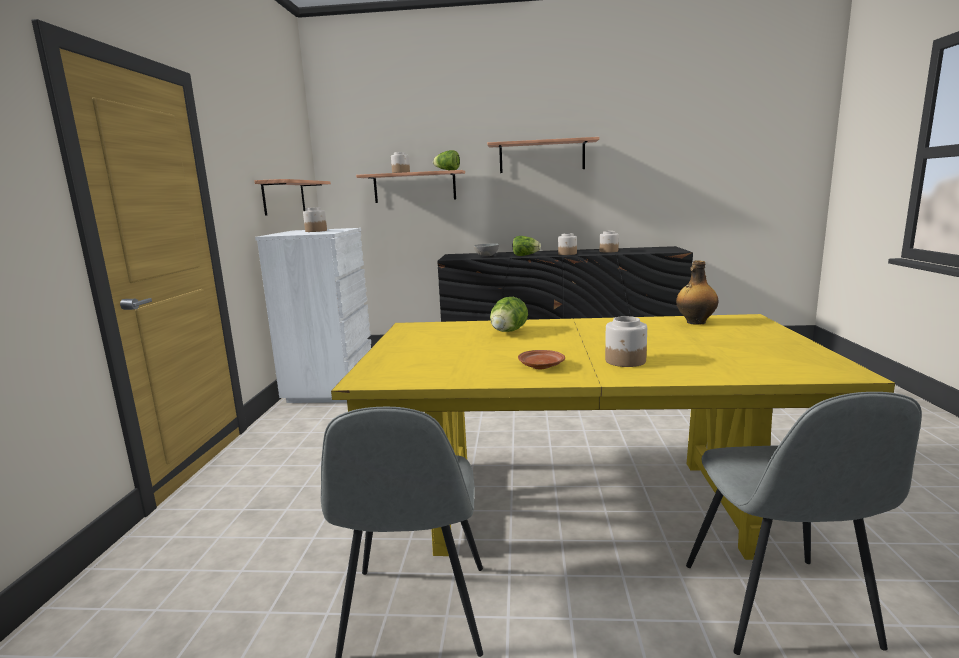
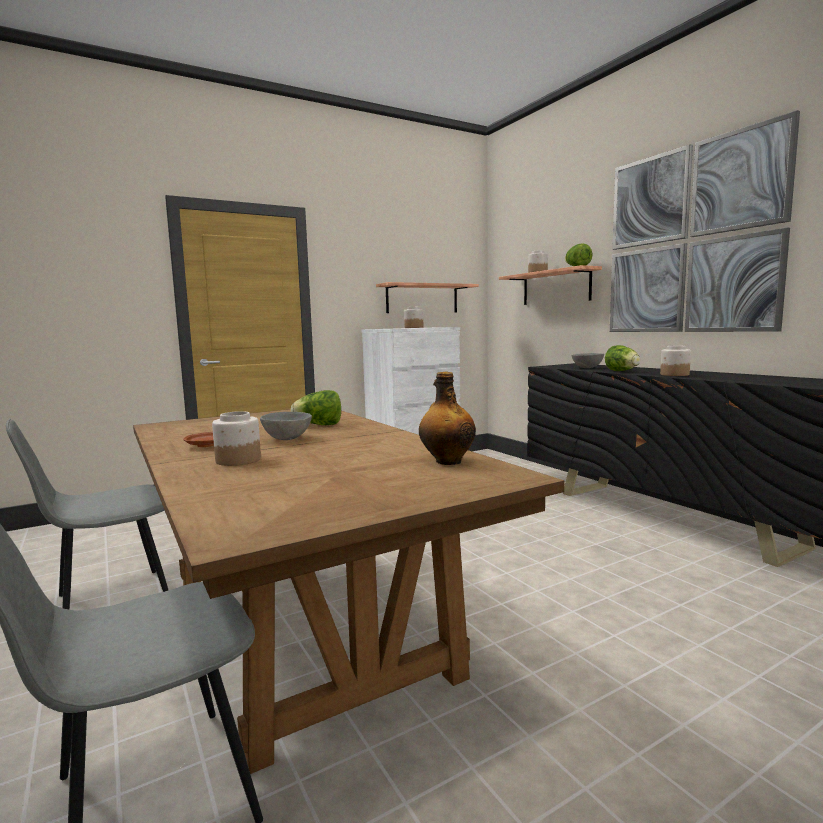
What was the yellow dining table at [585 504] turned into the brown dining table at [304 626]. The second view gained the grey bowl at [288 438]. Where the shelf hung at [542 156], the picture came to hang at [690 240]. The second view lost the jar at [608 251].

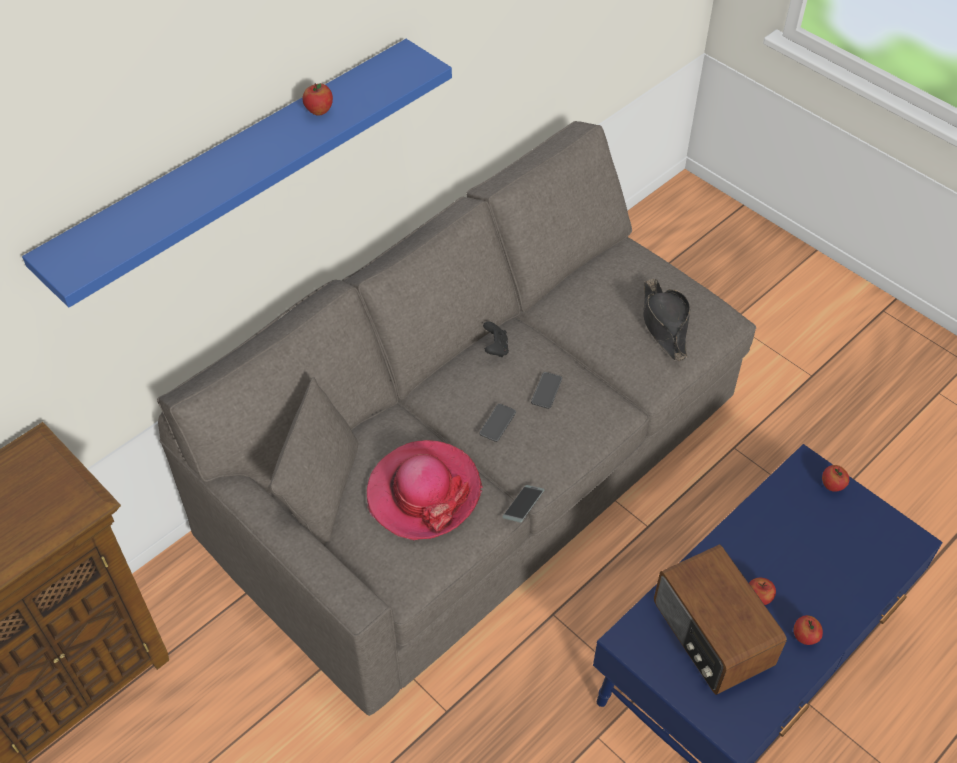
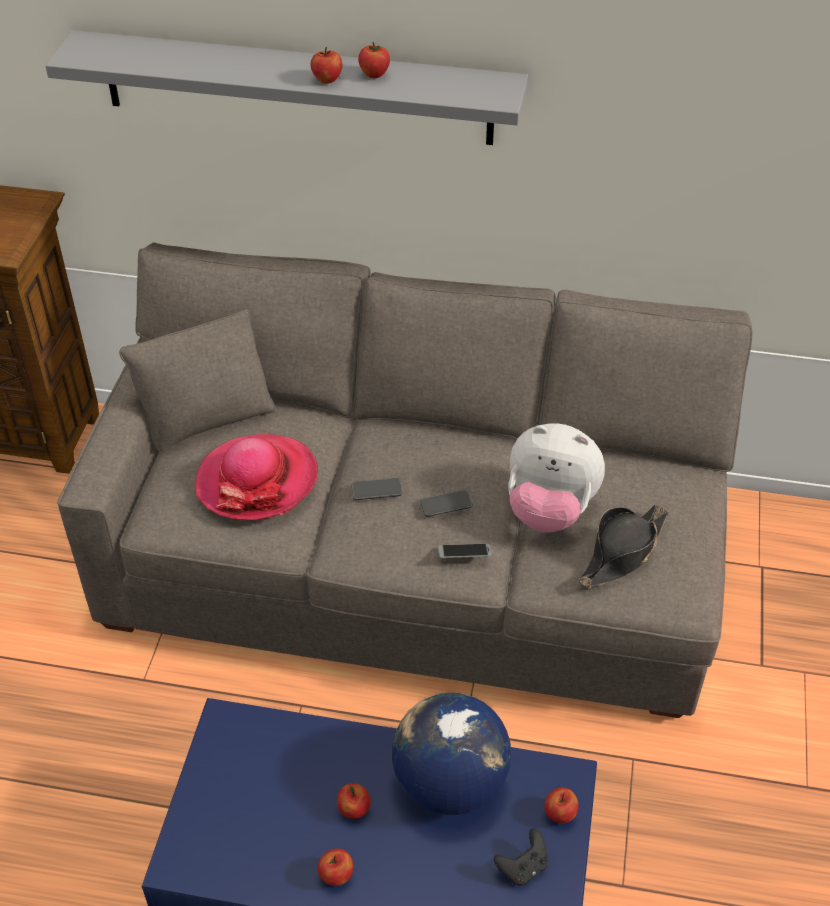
What was the blue shelf at [237 169] turned into the grey shelf at [297 88]. The second view gained the apple at [327 80]. The second view gained the globe at [449 783]. The phone ended up elsewhere, having gone from [523 506] to [464 554]. The black game controller ended up elsewhere, having gone from [495 348] to [523 867]. The second view gained the plush toy at [549 510]. The second view lost the radio at [711 635].

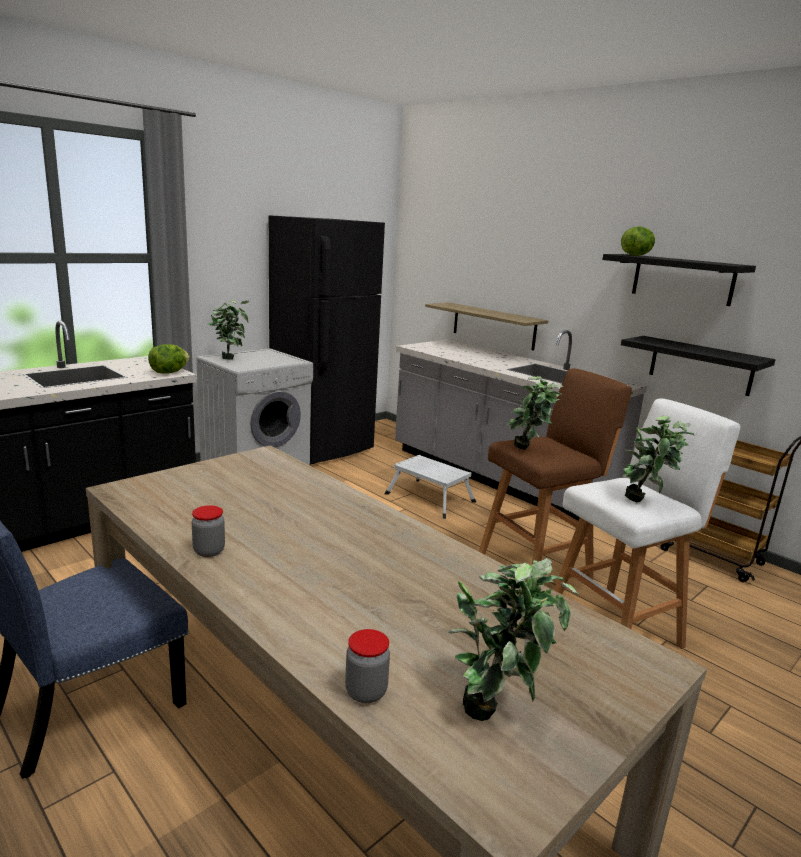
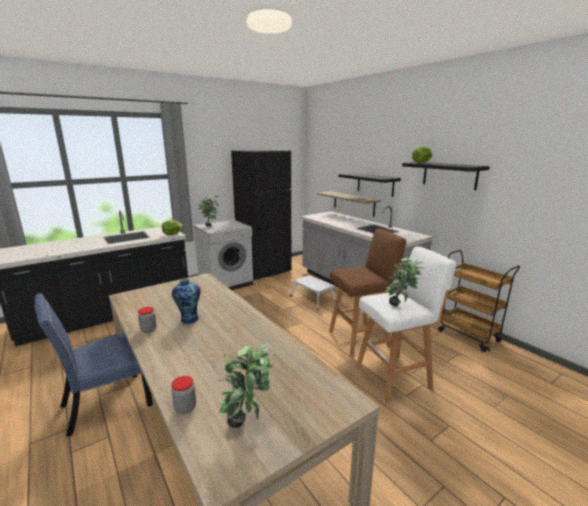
The second view gained the vase at [189 319]. The black shelf ended up elsewhere, having gone from [700 365] to [375 184]. The second view lost the potted plant at [529 450].

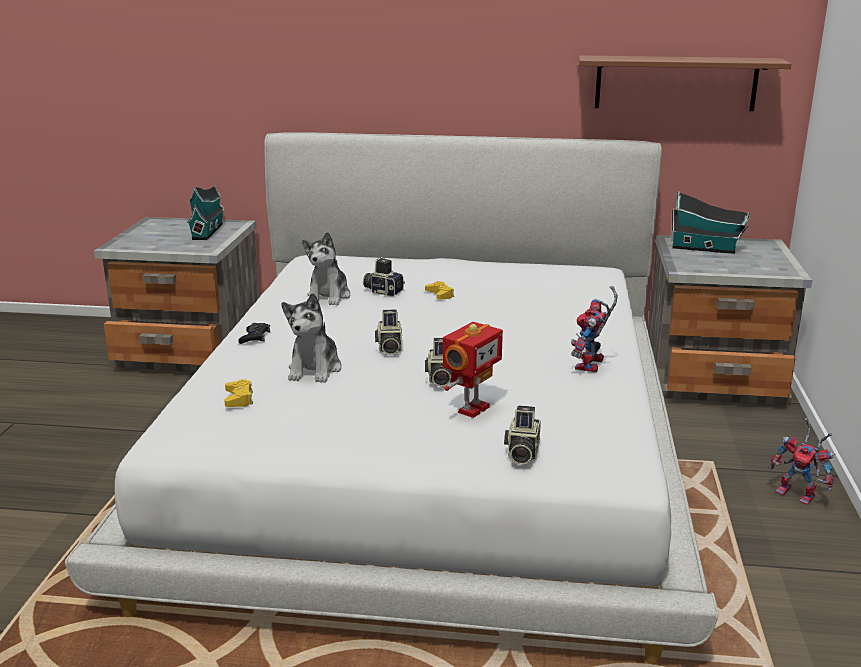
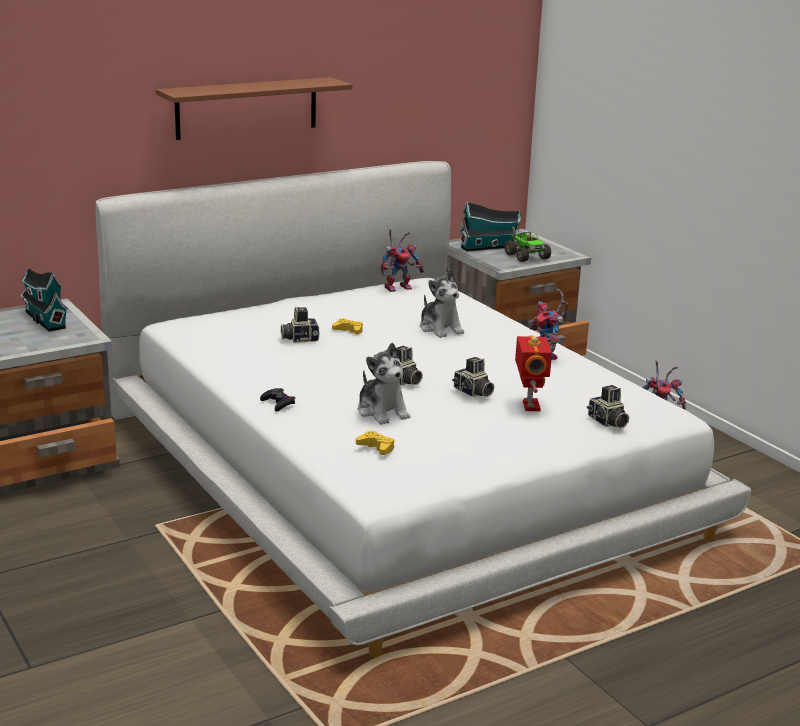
The brown shelf ended up elsewhere, having gone from [675 83] to [247 108]. The second view gained the toy robot at [399 287]. The plush toy ended up elsewhere, having gone from [328 296] to [440 328]. The second view gained the toy truck at [526 256].

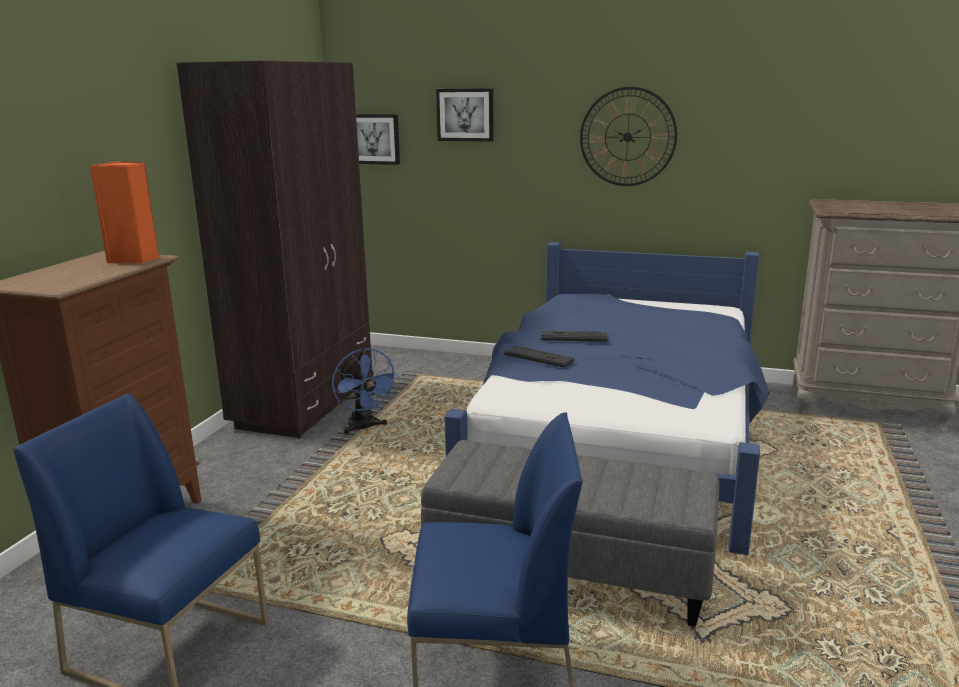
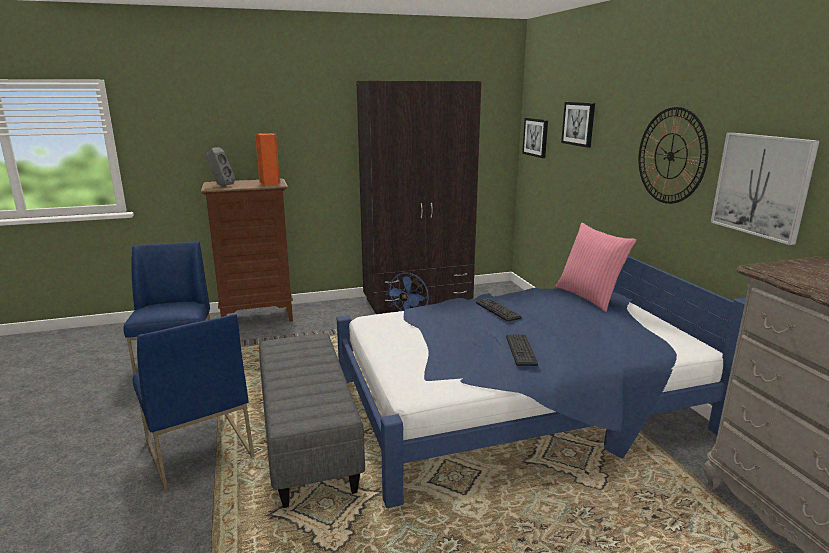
The second view gained the grey speaker at [221 185]. The keyboard ended up elsewhere, having gone from [538 357] to [521 350]. The second view gained the pink pillow at [589 297]. The second view gained the picture at [762 185].

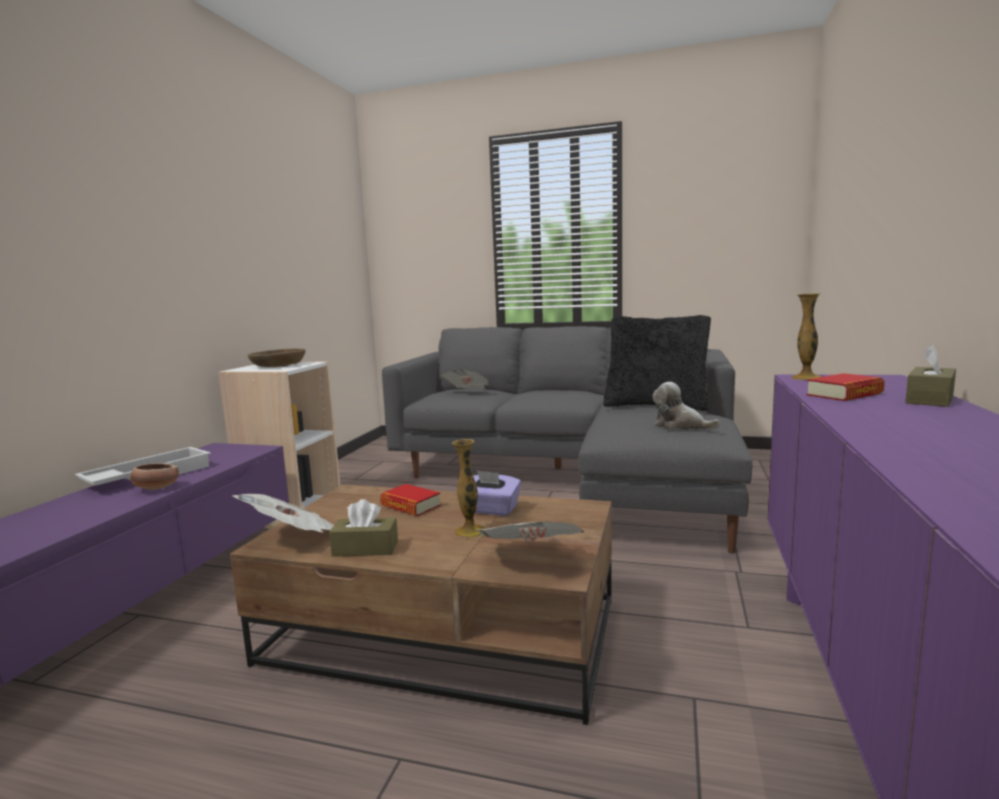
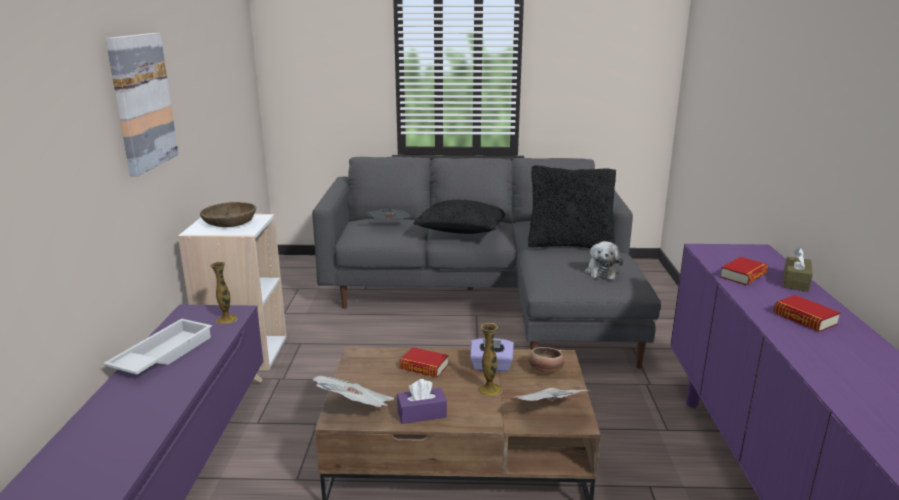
The second view gained the picture at [141 102]. The vase ended up elsewhere, having gone from [806 378] to [227 319]. What was the brown tissue box at [365 548] turned into the purple tissue box at [421 413]. The second view gained the black pillow at [462 231]. The bowl ended up elsewhere, having gone from [155 488] to [545 370]. The plush toy at [680 426] ended up facing another way, 105 degrees counterclockwise from before. The second view gained the book at [804 318].

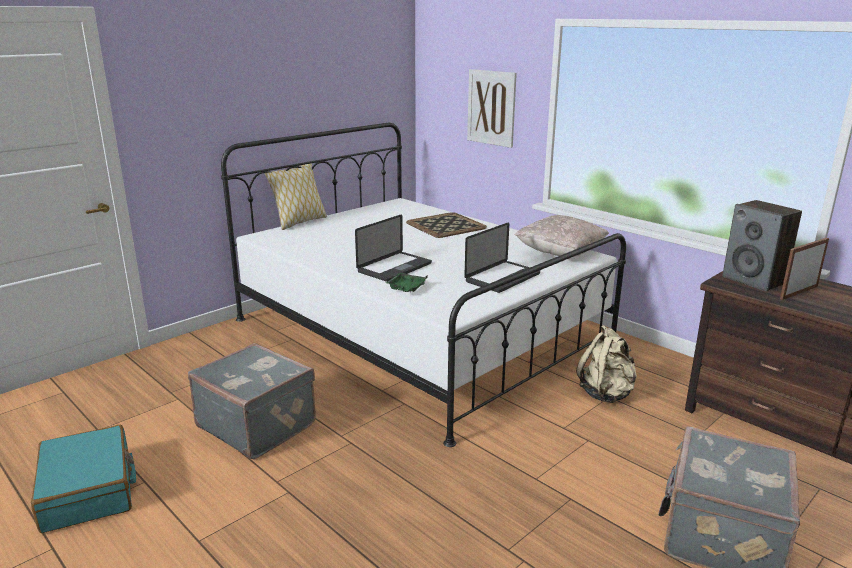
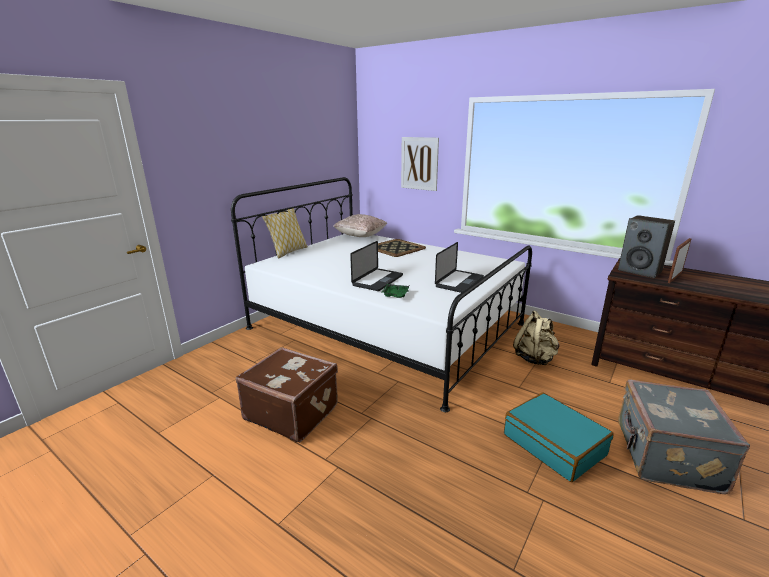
What was the grey suitcase at [258 425] turned into the brown suitcase at [292 412]. The beige pillow ended up elsewhere, having gone from [560 253] to [360 236]. The turquoise suitcase ended up elsewhere, having gone from [88 490] to [554 444].

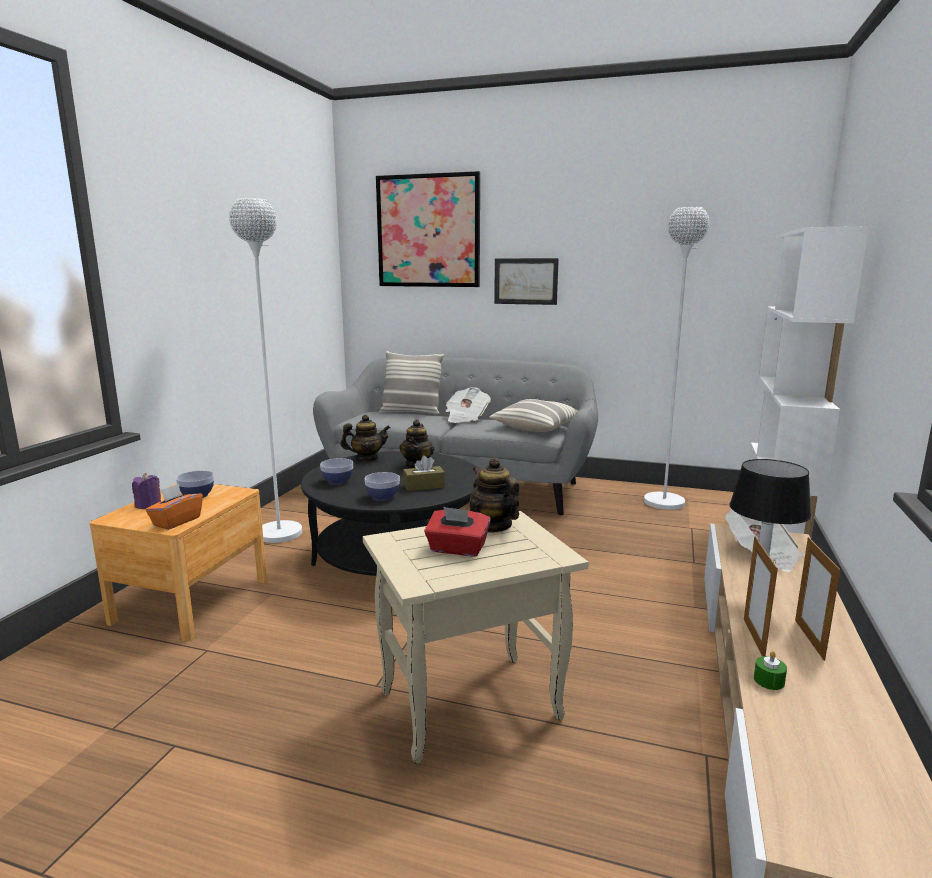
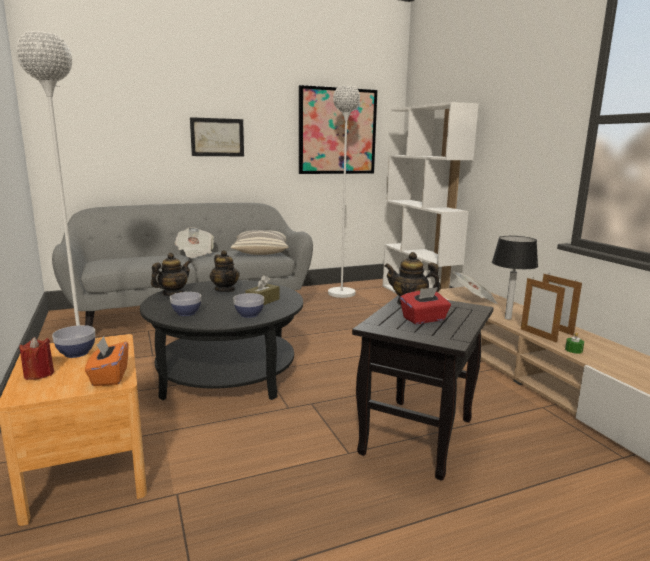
What was the purple candle at [149 505] turned into the red candle at [39 374]. The picture ended up elsewhere, having gone from [428 231] to [337 131]. What was the beige side table at [467 707] turned into the black side table at [418 438]. The second view lost the pillow at [411 412].

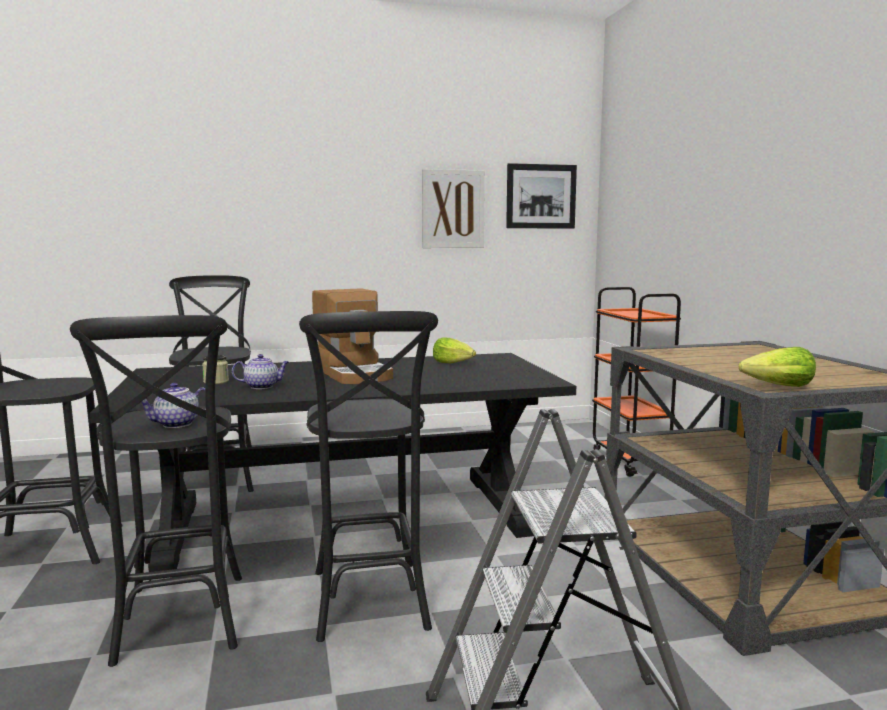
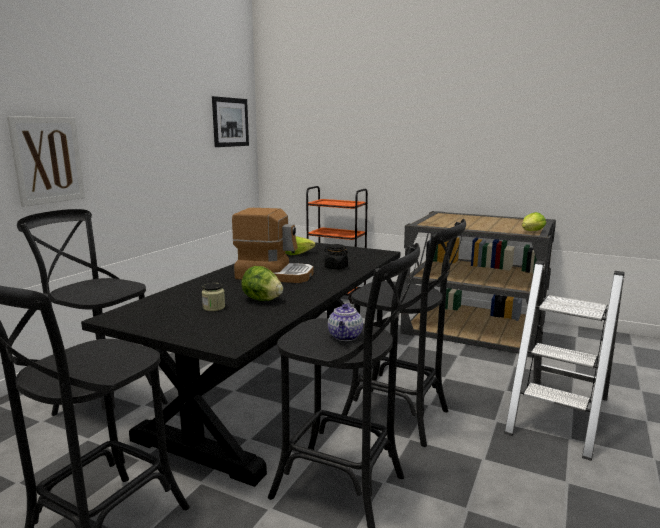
The picture ended up elsewhere, having gone from [453 209] to [48 160]. Where the teapot stood at [262 386], the lettuce came to stand at [262 300]. The second view gained the black jar at [336 267].

